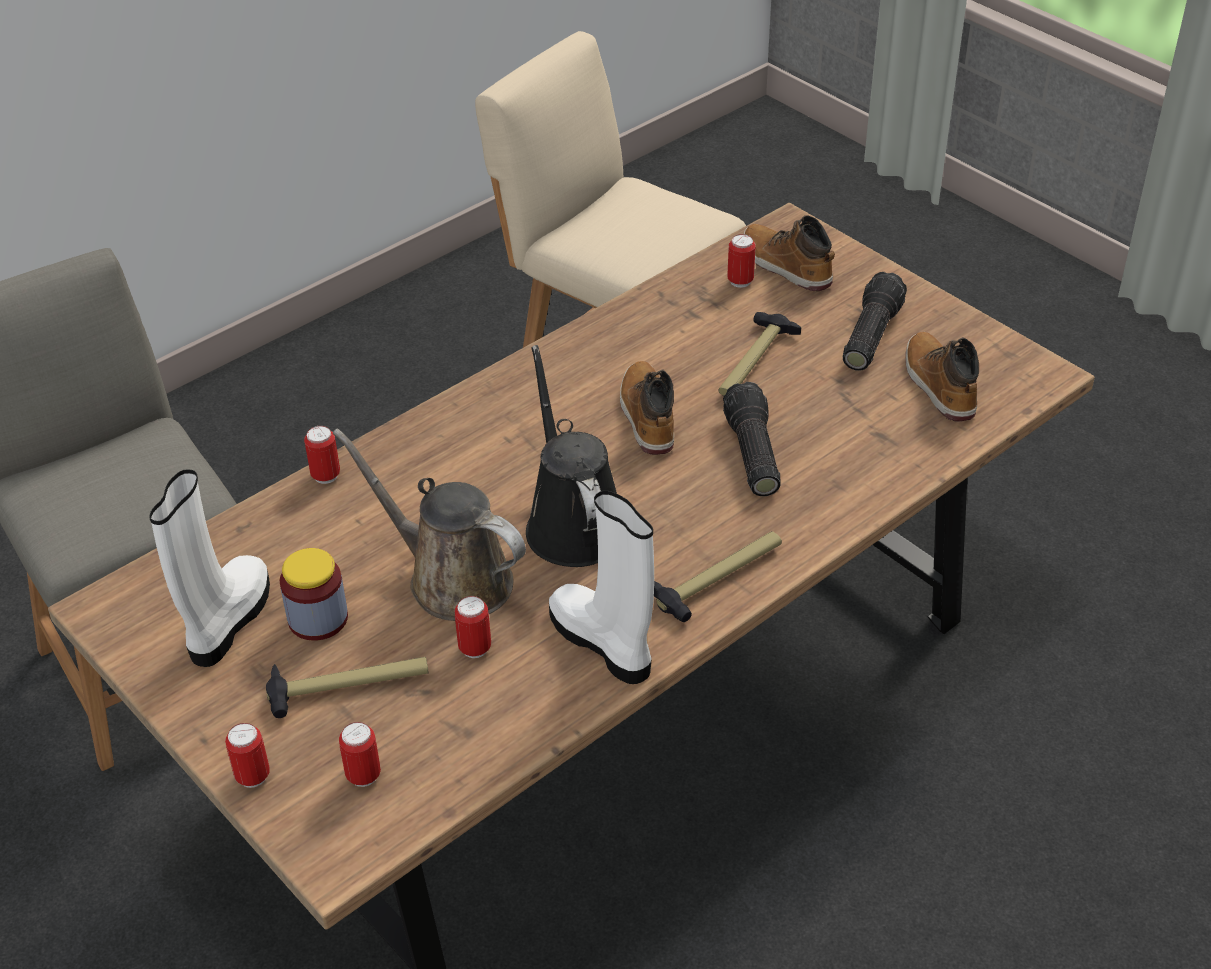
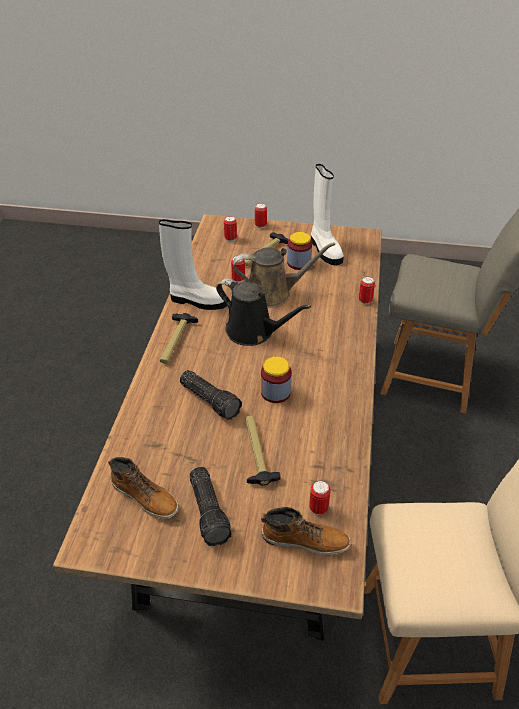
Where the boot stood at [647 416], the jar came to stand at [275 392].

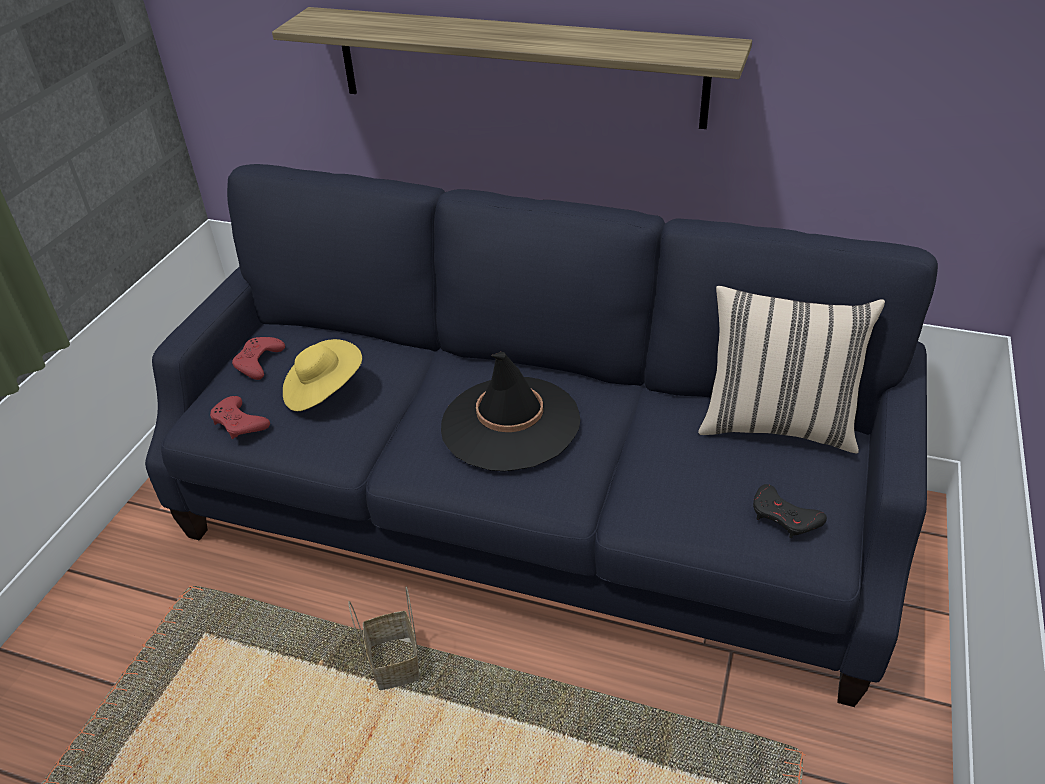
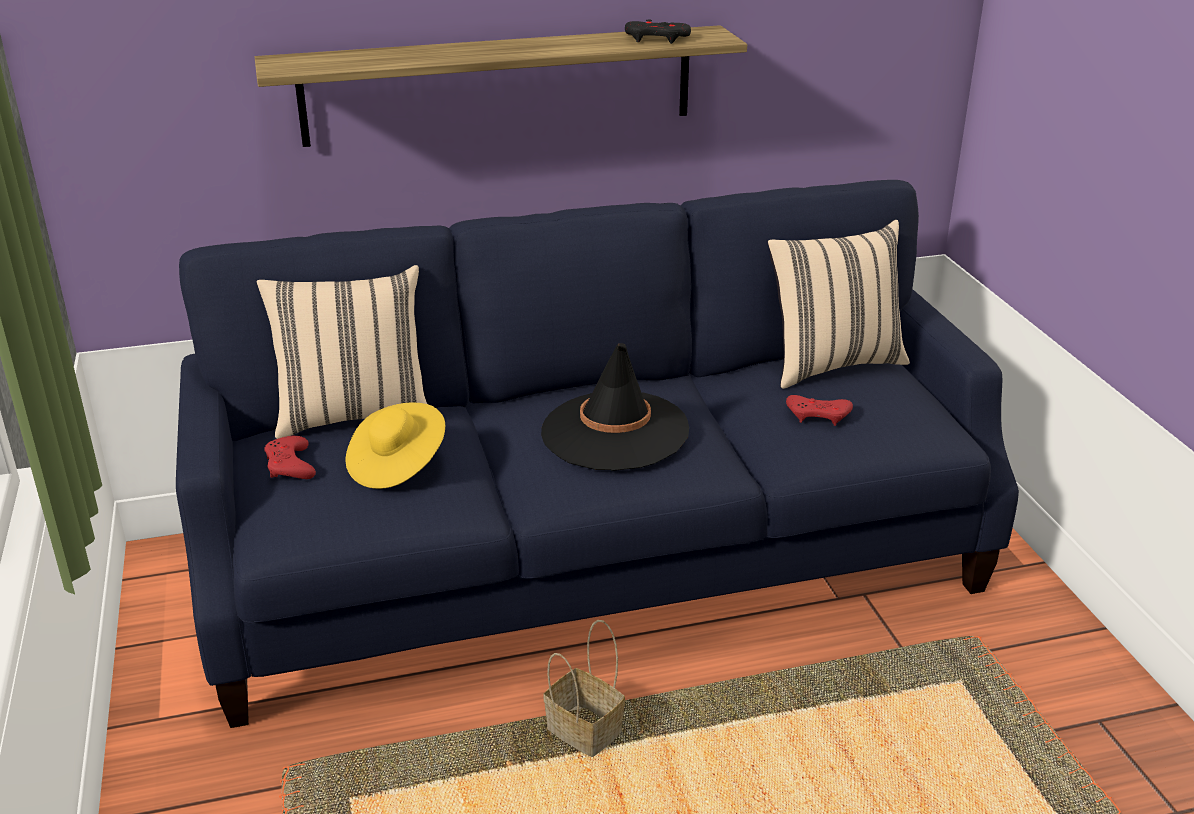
The second view gained the beige pillow at [354 415]. The black game controller ended up elsewhere, having gone from [784 517] to [656 38]. The red game controller ended up elsewhere, having gone from [239 423] to [818 415].

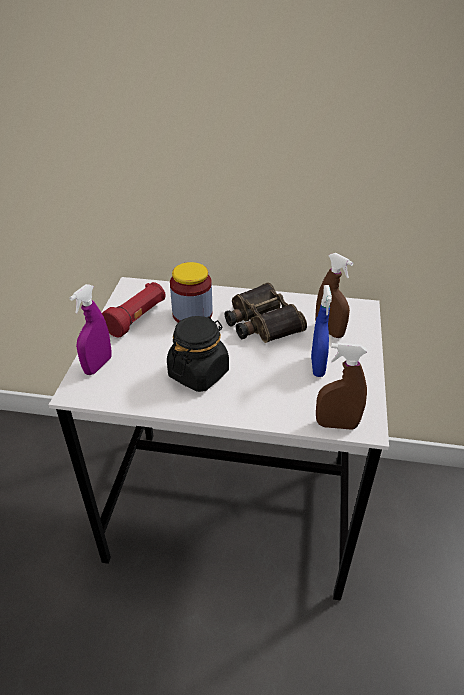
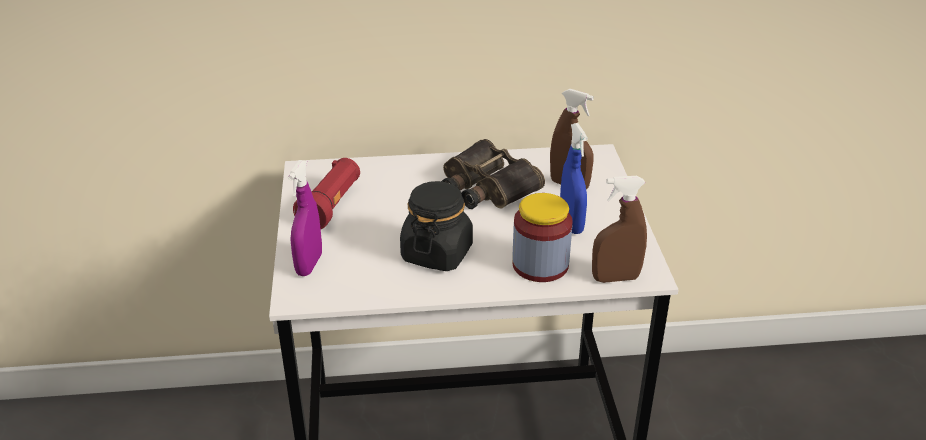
The jar ended up elsewhere, having gone from [192 314] to [540 265].

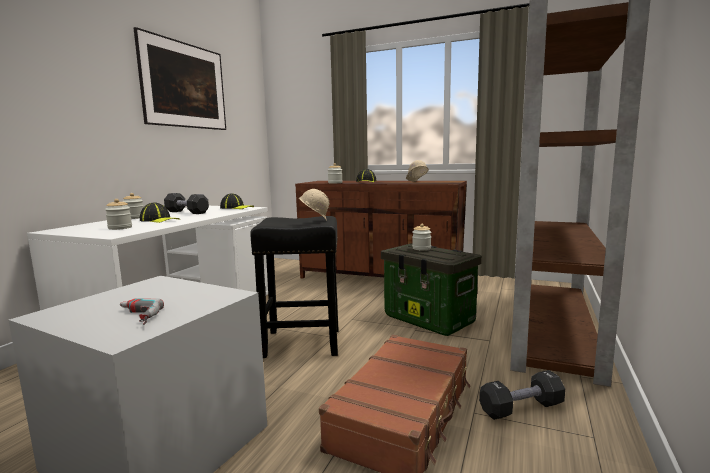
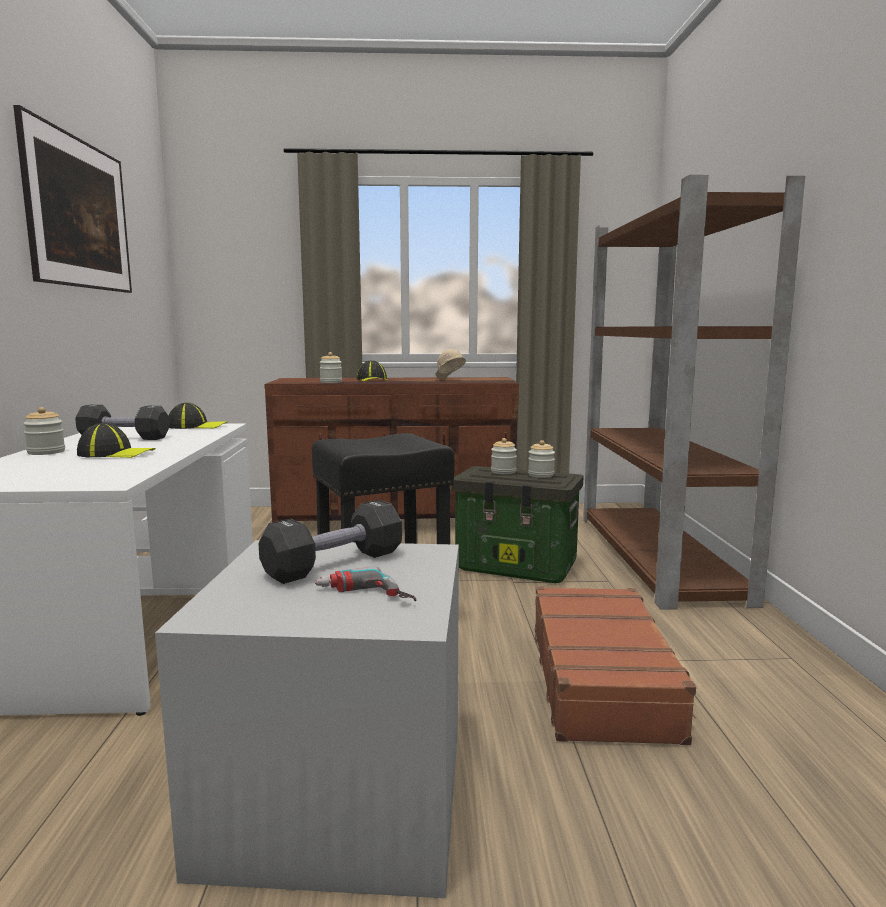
The black dumbbell ended up elsewhere, having gone from [521 408] to [335 564]. The jar ended up elsewhere, having gone from [120 228] to [541 475]. The second view lost the beige hard hat at [314 221].

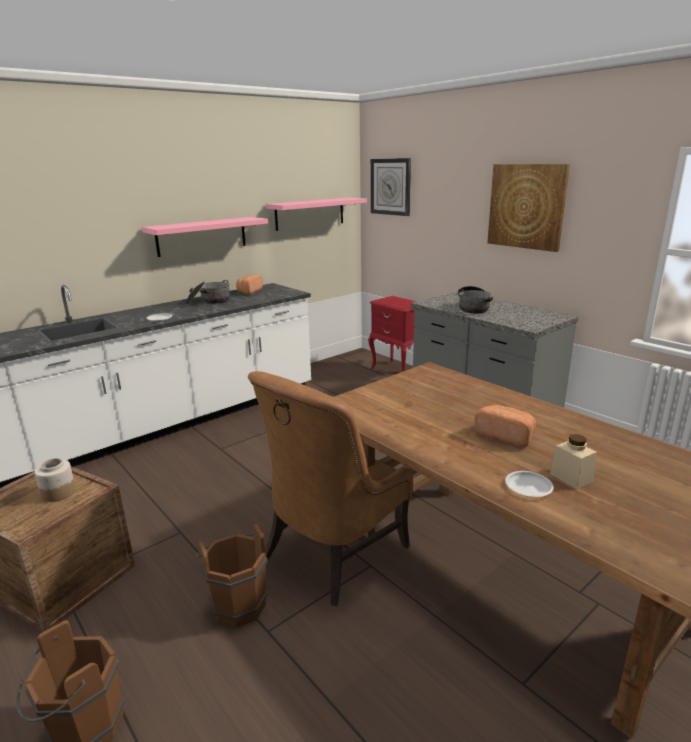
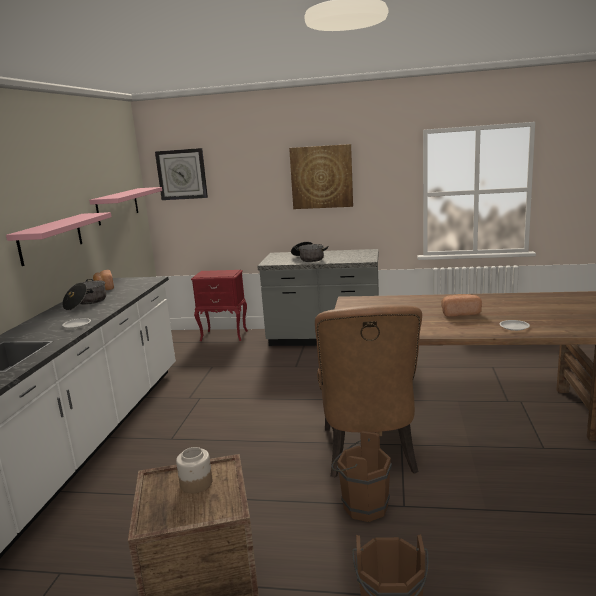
The second view lost the beige jar at [571 477].

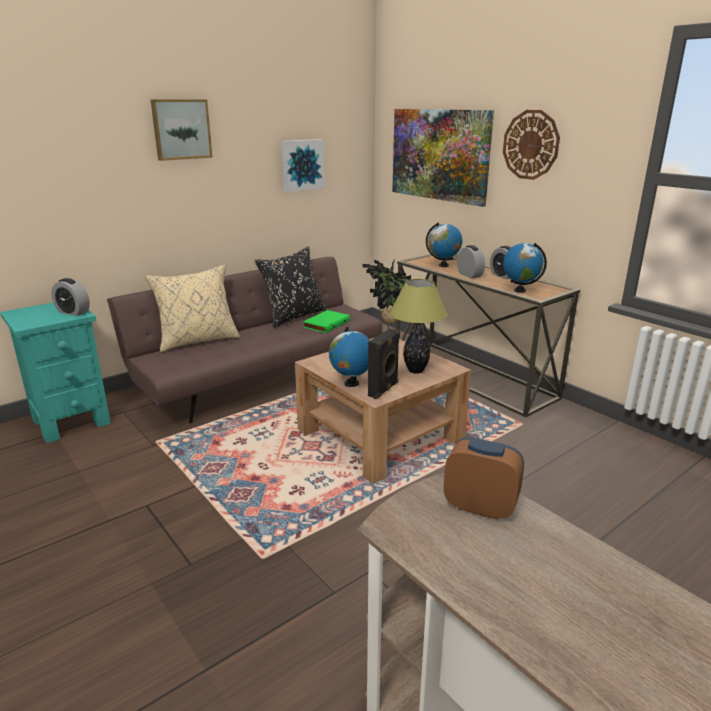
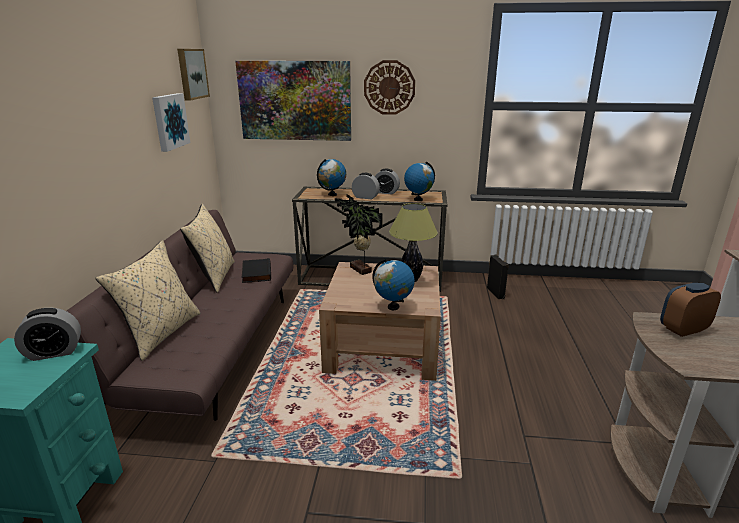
The picture ended up elsewhere, having gone from [181 129] to [191 74]. What was the black pillow at [293 316] turned into the beige pillow at [214 277]. What was the green book at [325 324] turned into the black book at [255 273]. The black speaker ended up elsewhere, having gone from [384 390] to [496 293].

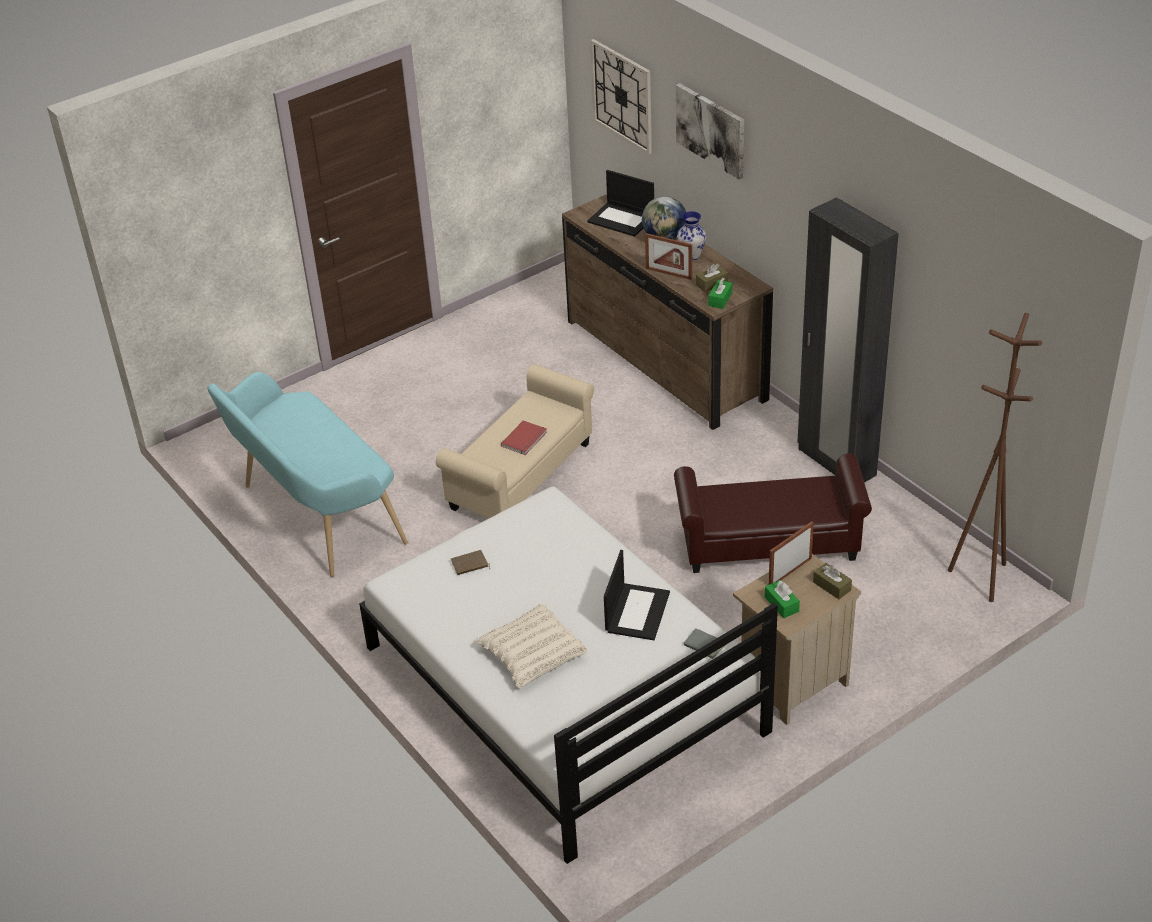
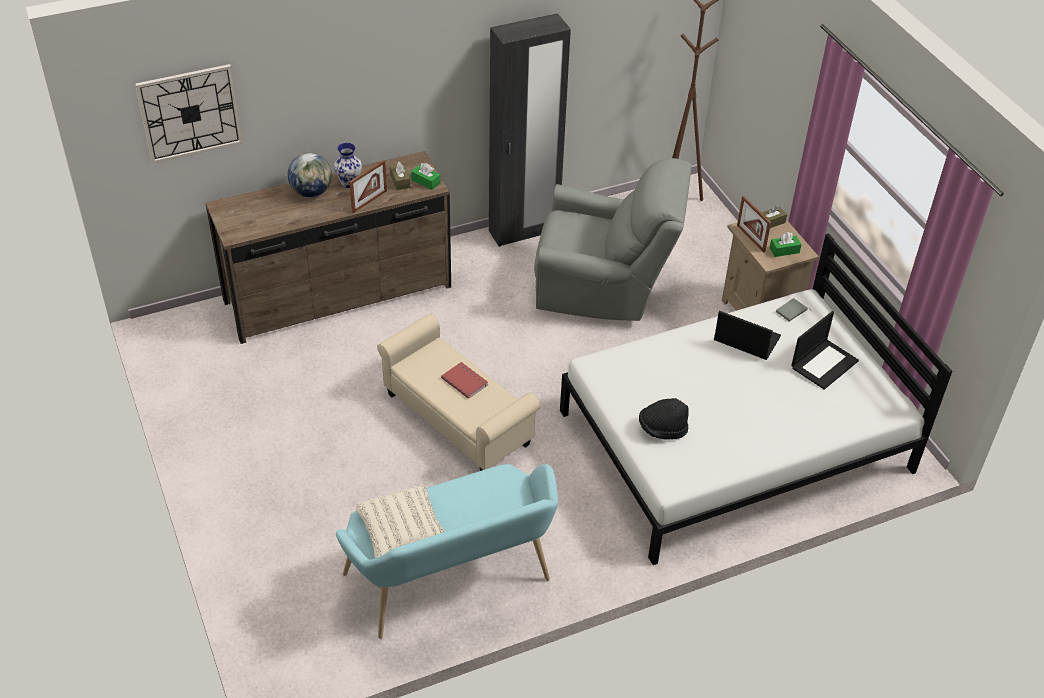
The beige pillow ended up elsewhere, having gone from [532 654] to [402 530]. Where the brown ottoman stood at [769 544], the grey armchair came to stand at [605 289]. Where the brown book stood at [470 565], the black hat came to stand at [662 429]. The laptop ended up elsewhere, having gone from [622 219] to [824 363]. The second view lost the picture at [711 130].

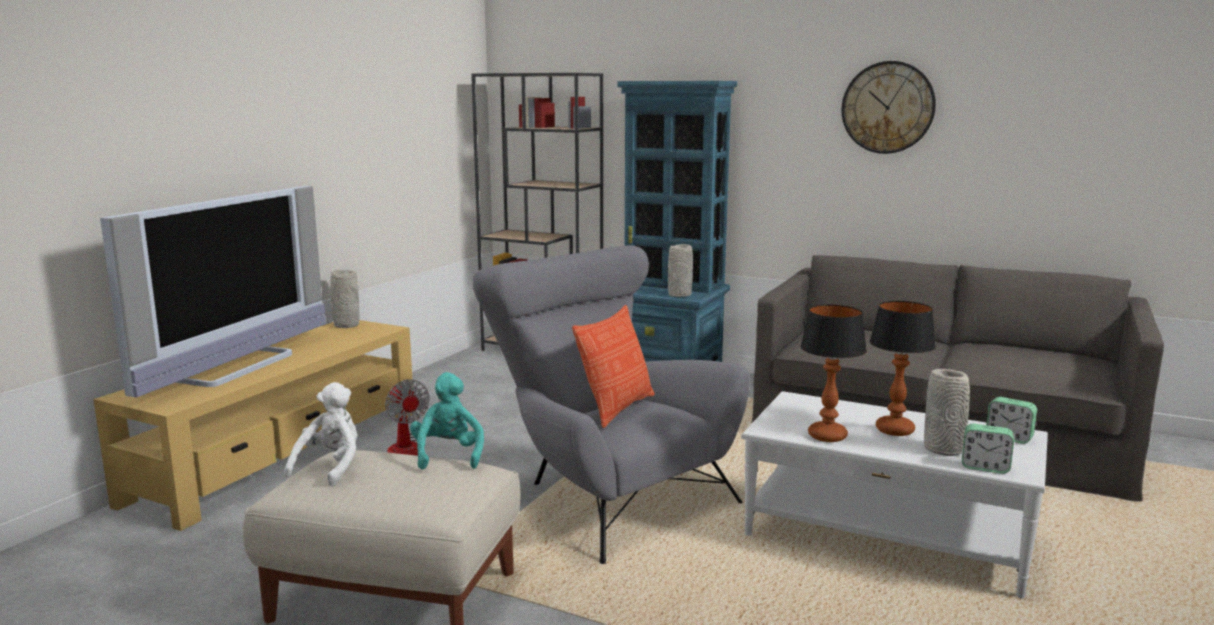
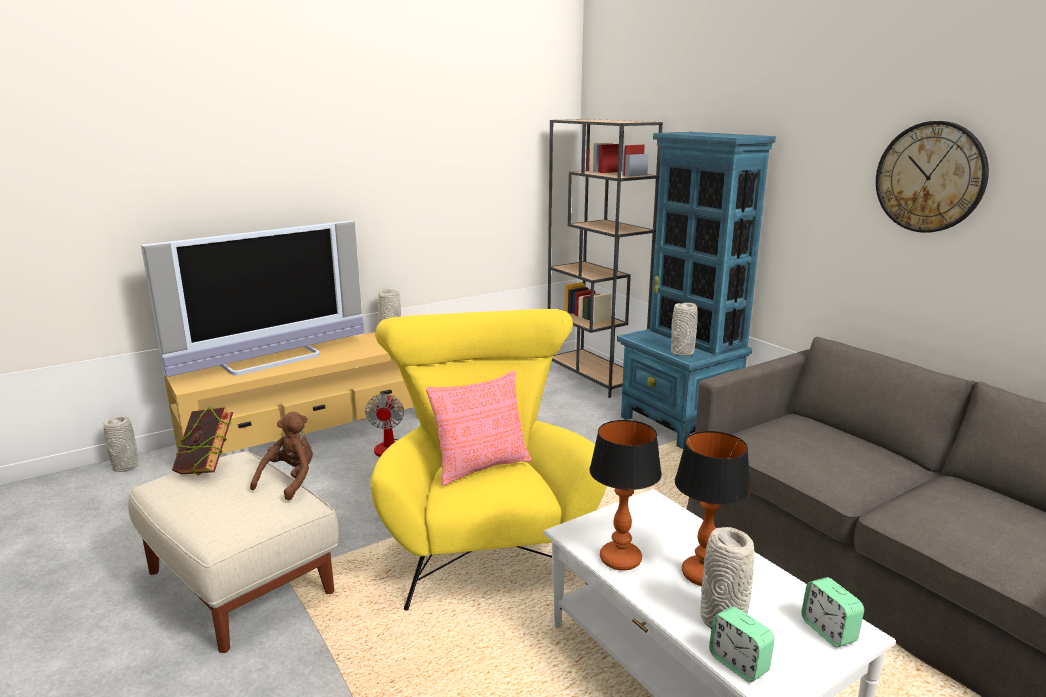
The second view gained the grey vase at [126 466]. Where the white plush toy stood at [330 467], the book came to stand at [207 469]. What was the turquoise plush toy at [448 455] turned into the brown plush toy at [290 481]. What was the grey armchair at [607 496] turned into the yellow armchair at [485 541]. What was the orange pillow at [616 409] turned into the pink pillow at [481 467].

